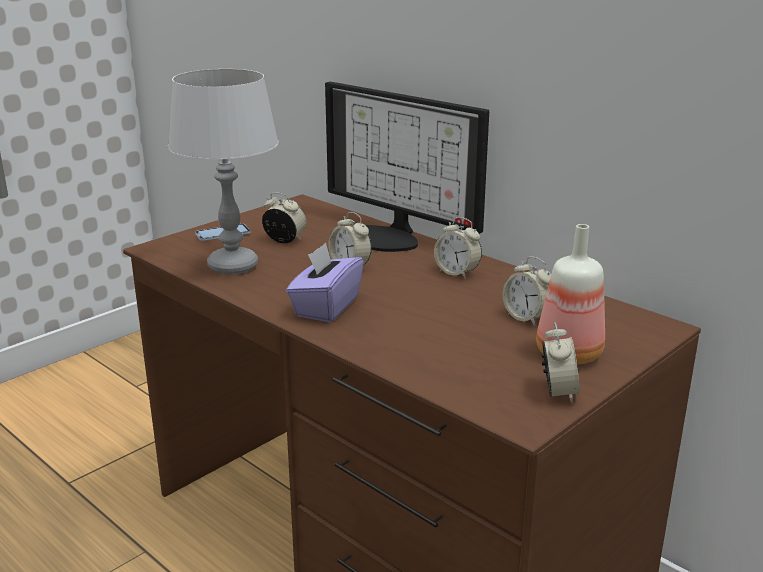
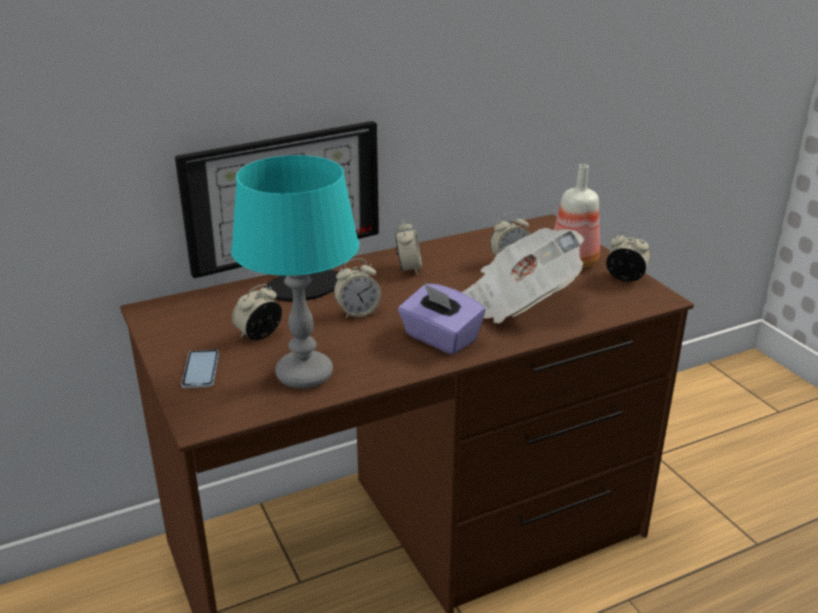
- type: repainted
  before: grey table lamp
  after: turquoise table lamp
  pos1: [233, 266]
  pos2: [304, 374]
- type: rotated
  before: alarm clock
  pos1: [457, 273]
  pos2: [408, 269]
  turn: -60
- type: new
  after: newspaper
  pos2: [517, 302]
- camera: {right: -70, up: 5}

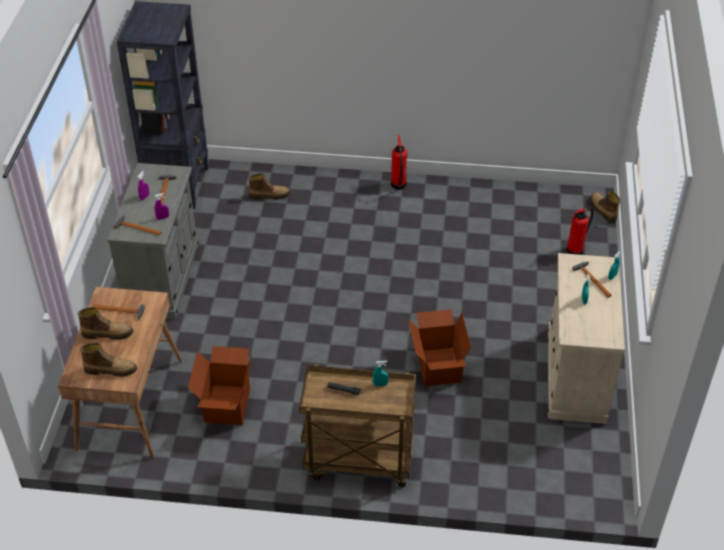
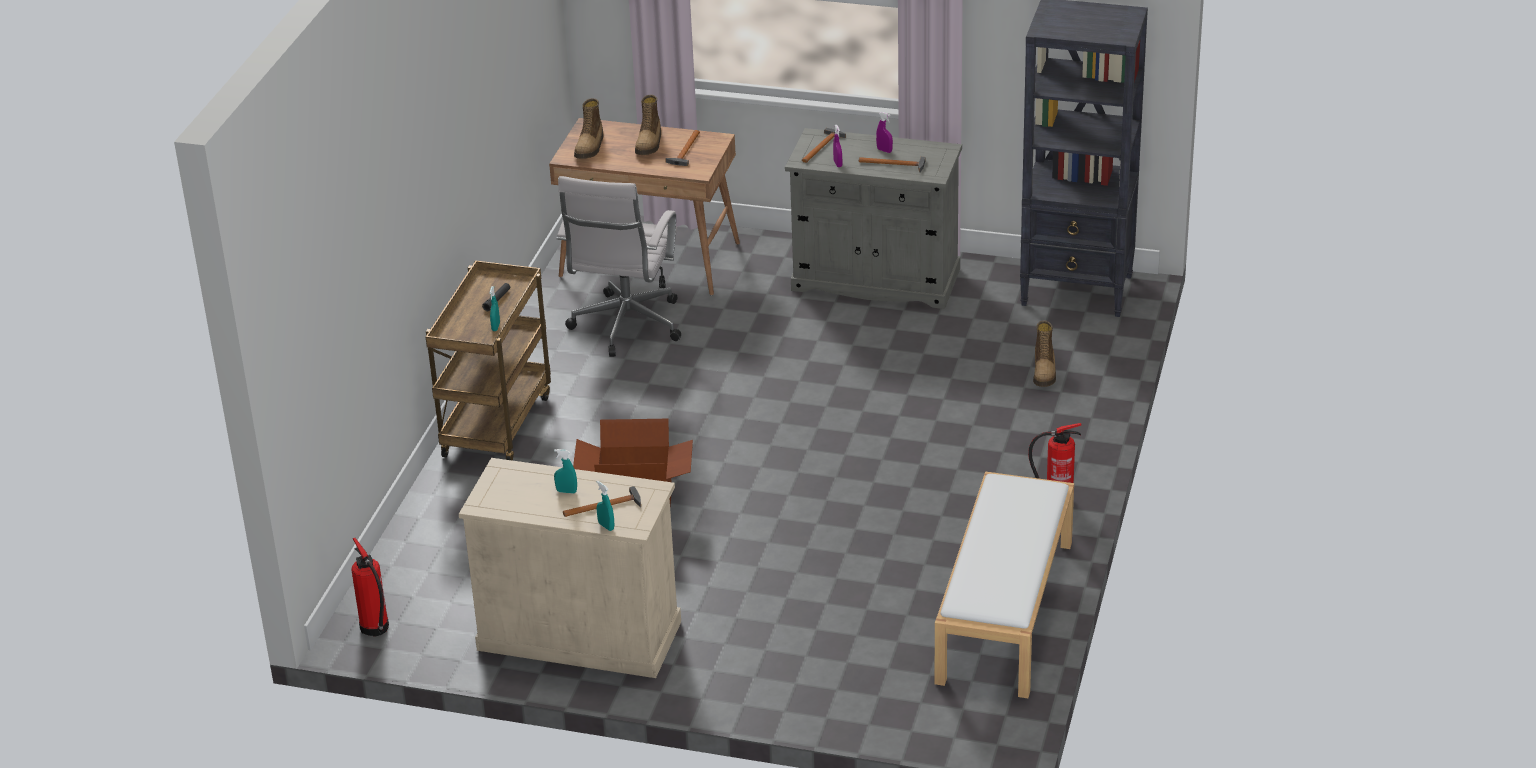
- type: shifted
  before: fire extinguisher
  pos1: [576, 250]
  pos2: [375, 629]
- type: swapped
  before: cardboard box
  after: white office chair
  pos1: [226, 405]
  pos2: [625, 328]
- type: new
  after: white bench
  pos2: [1006, 612]
- type: gone
  before: boot
  pos1: [602, 210]
- camera: {right: 100, up: -10}

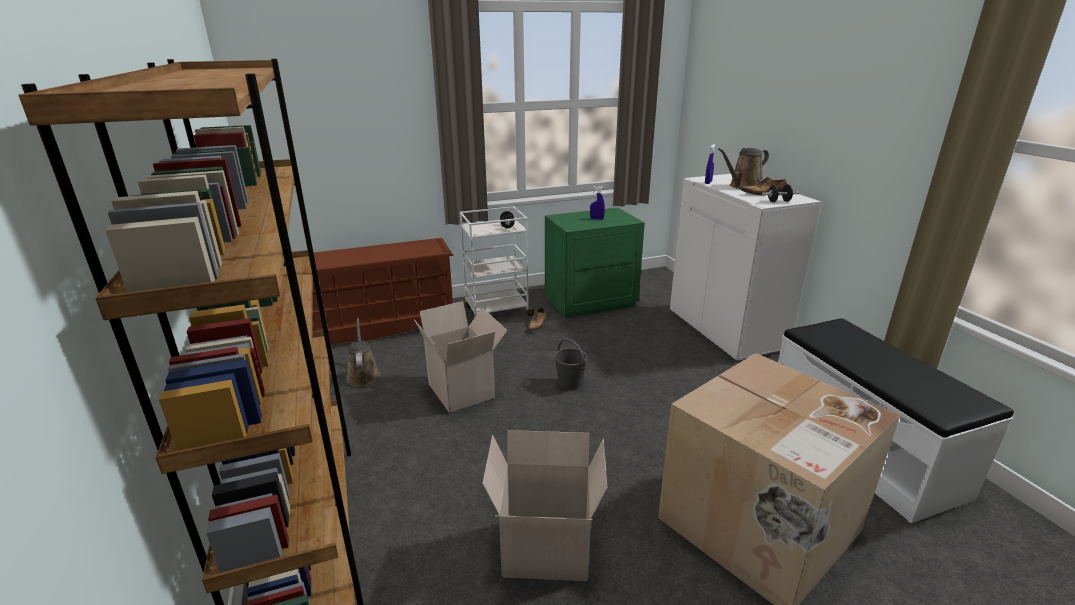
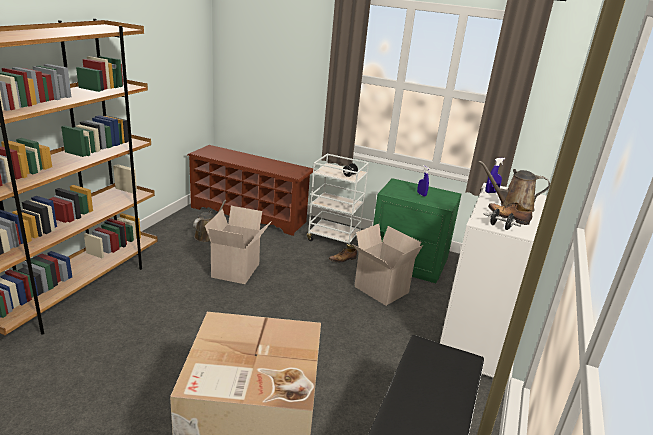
- type: shifted
  before: cardboard box
  pos1: [544, 551]
  pos2: [379, 290]
- type: gone
  before: grey bucket
  pos1: [570, 383]
- camera: {right: 40, up: 0}

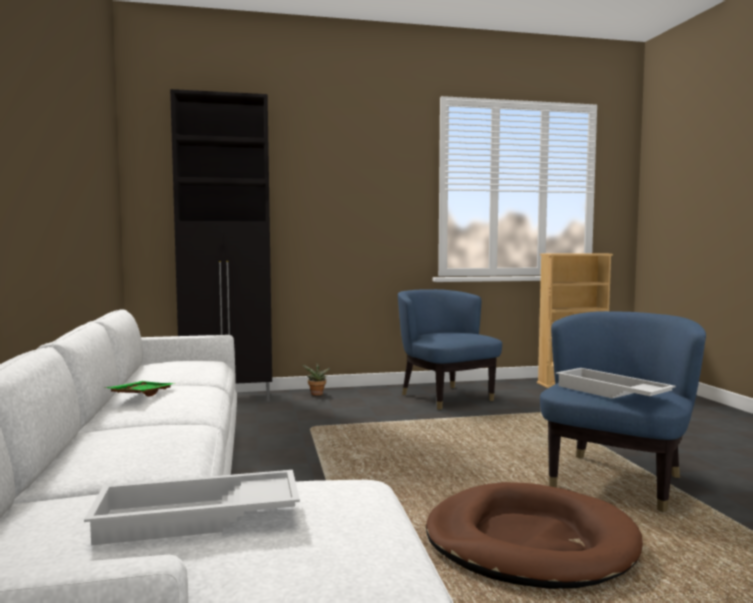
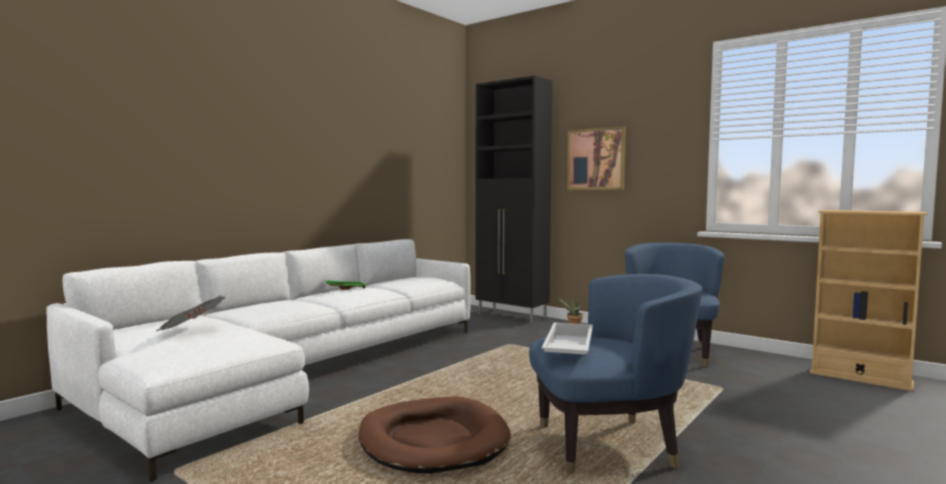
- type: swapped
  before: white tray
  after: newspaper
  pos1: [197, 519]
  pos2: [192, 330]
- type: new
  after: picture
  pos2: [596, 159]
- camera: {right: 50, up: 0}

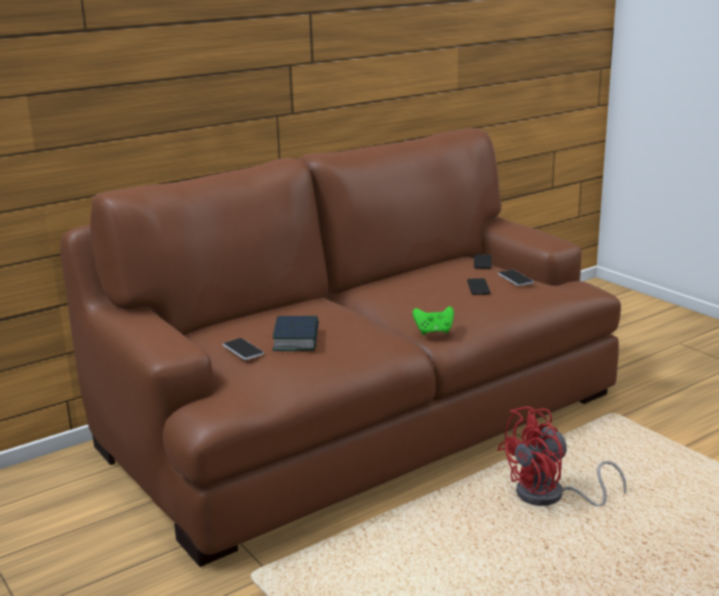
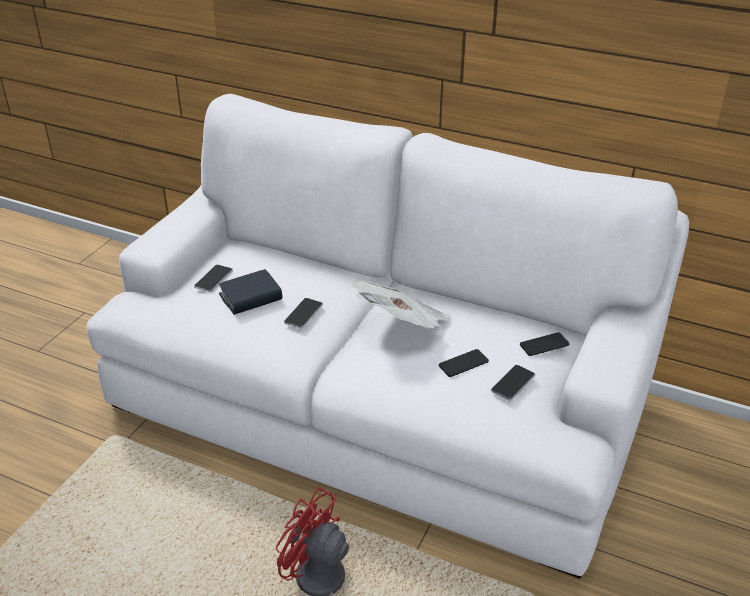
- type: repainted
  before: brown sofa
  after: white sofa
  pos1: [362, 420]
  pos2: [376, 405]
- type: new
  after: phone
  pos2: [303, 314]
- type: new
  after: newspaper
  pos2: [403, 325]
- type: gone
  before: green game controller
  pos1: [434, 332]
- camera: {right: 60, up: 15}

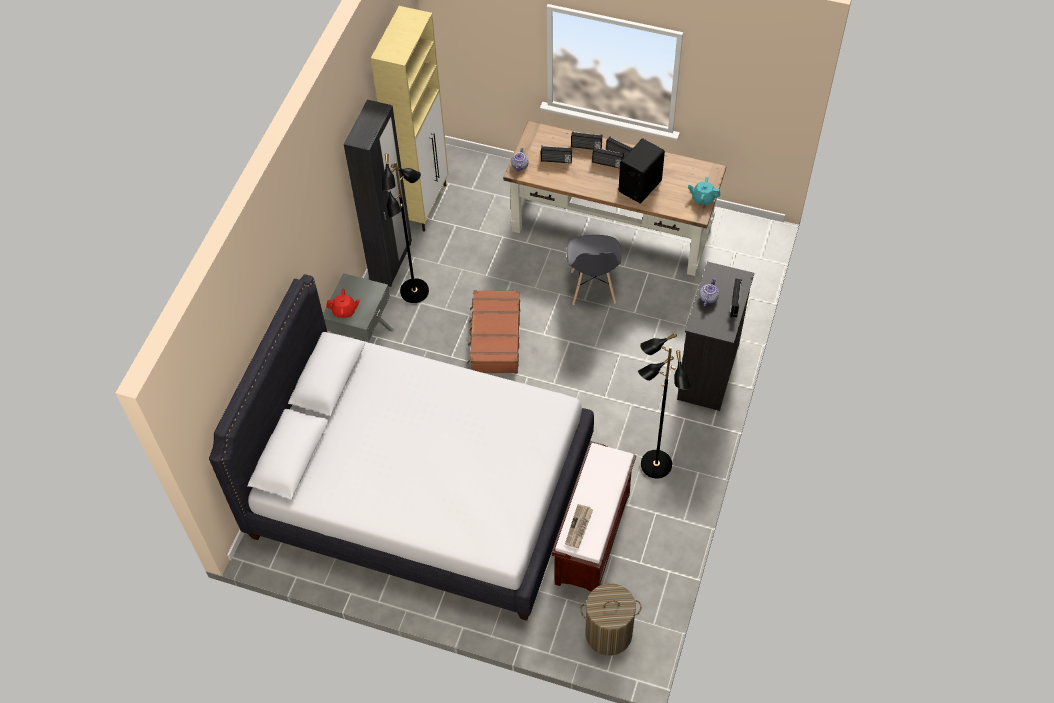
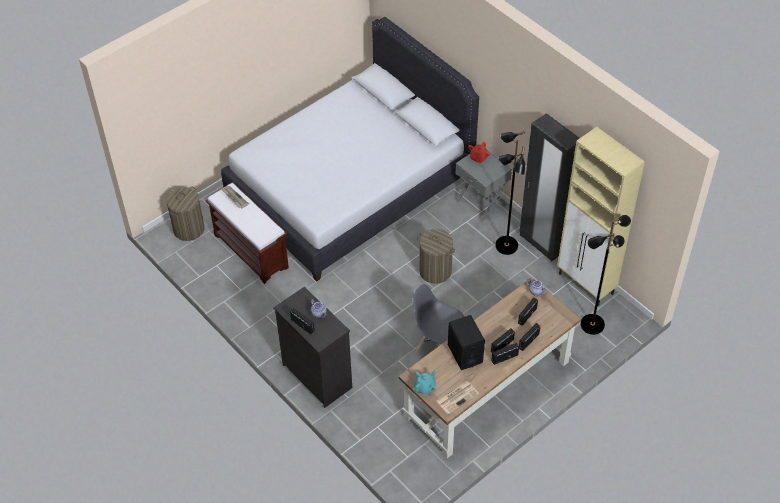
- type: swapped
  before: brown suitcase
  after: laundry basket
  pos1: [495, 338]
  pos2: [435, 271]
- type: new
  after: newspaper
  pos2: [457, 397]
- type: shifted
  before: black floor lamp
  pos1: [655, 465]
  pos2: [592, 324]
- camera: {right: 120, up: -5}

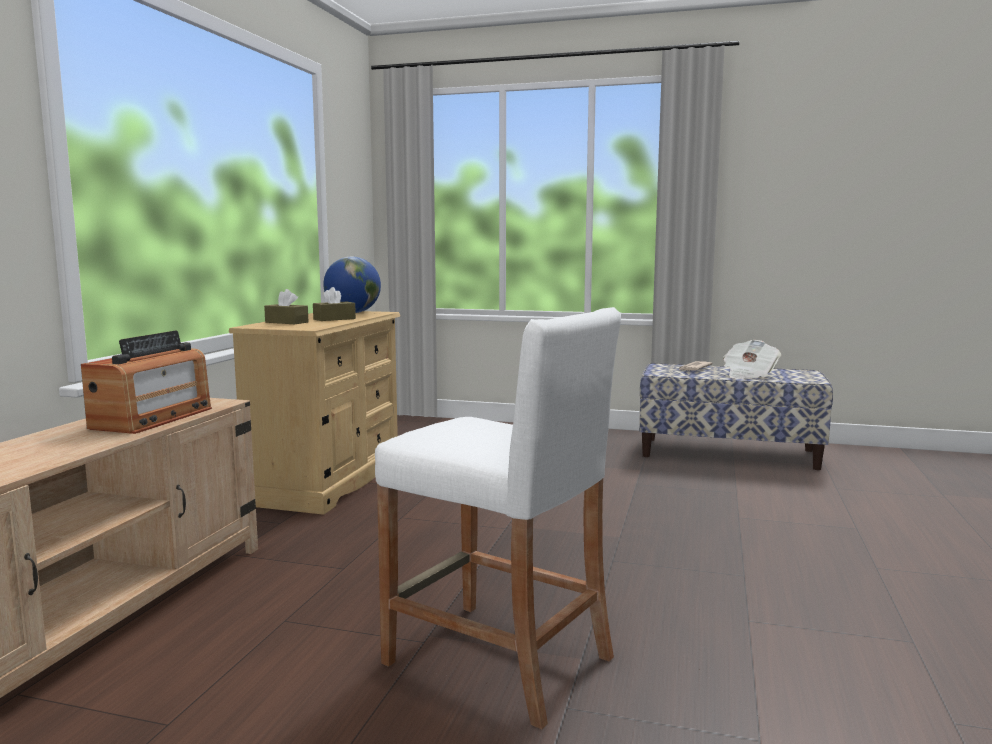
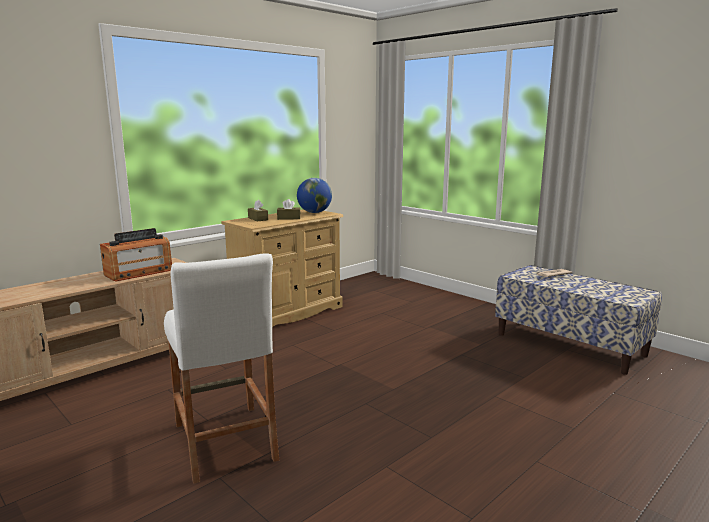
- type: gone
  before: newspaper
  pos1: [748, 375]
- camera: {right: 30, up: 5}

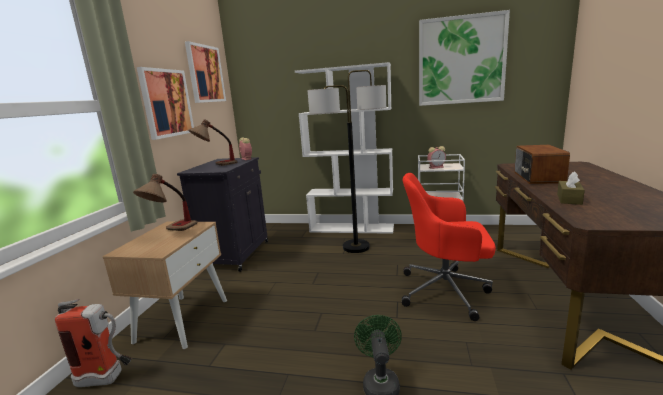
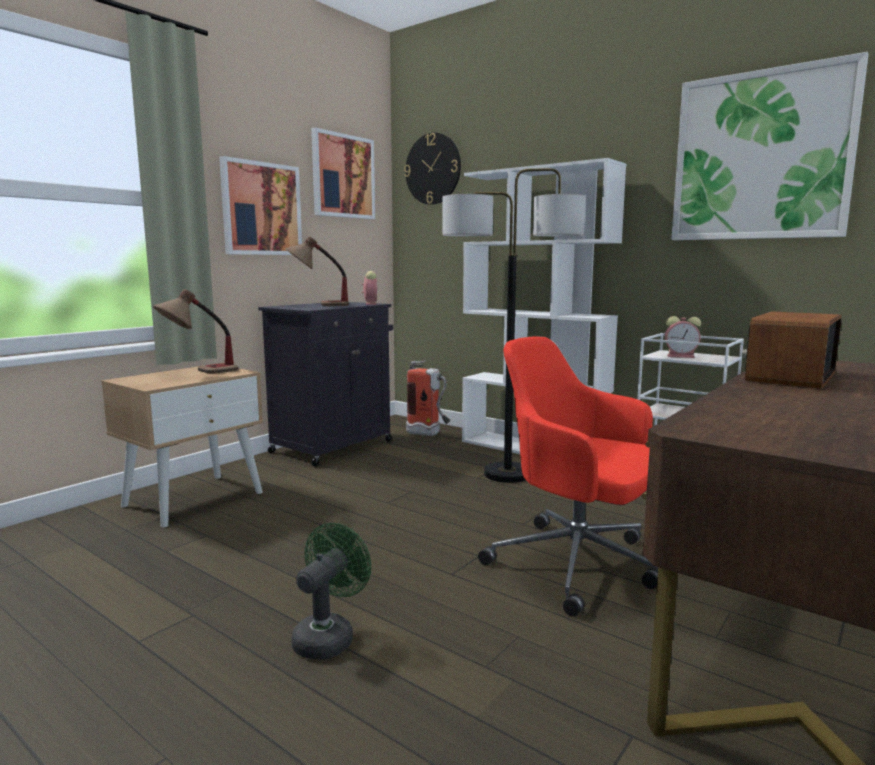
- type: new
  after: wall clock
  pos2: [433, 169]
- type: shifted
  before: fire extinguisher
  pos1: [107, 379]
  pos2: [429, 434]
- type: gone
  before: brown tissue box
  pos1: [569, 199]
- camera: {right: 25, up: -5}

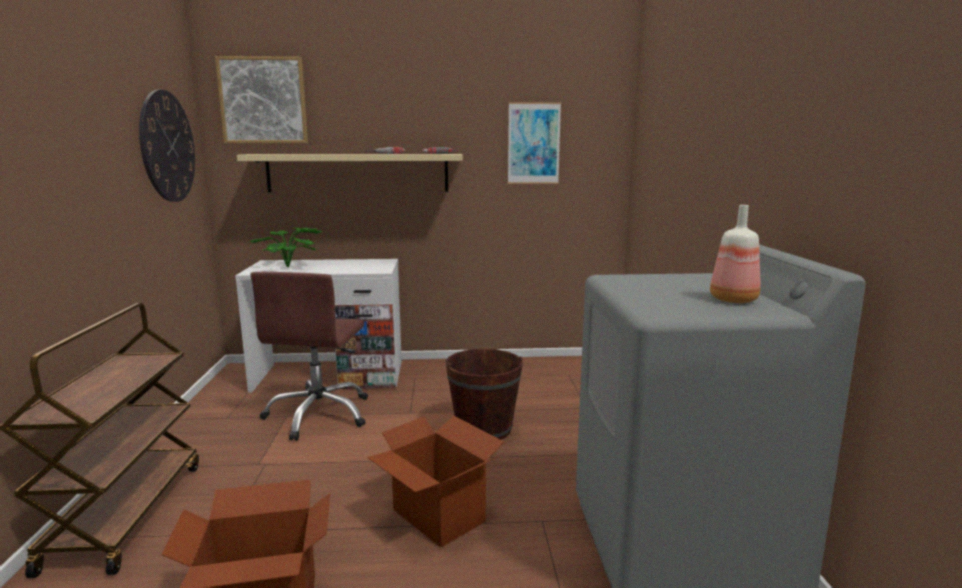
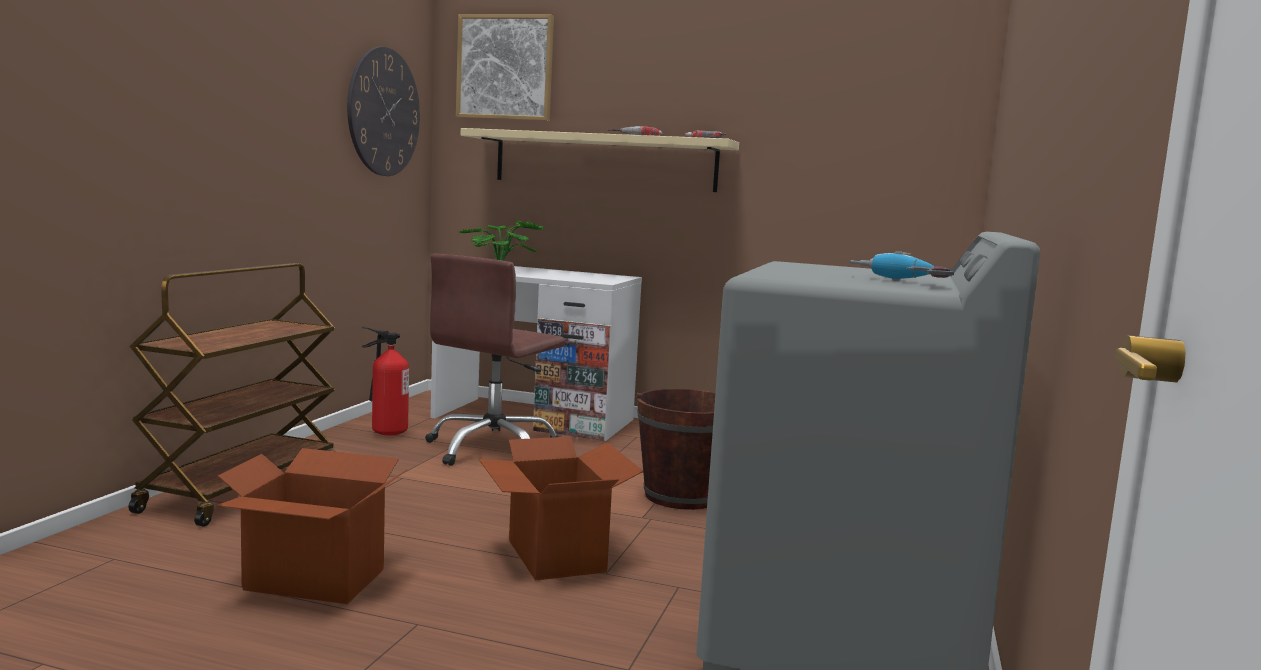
- type: new
  after: fire extinguisher
  pos2: [385, 433]
- type: swapped
  before: bottle
  after: power drill
  pos1: [734, 300]
  pos2: [899, 282]
- type: gone
  before: picture
  pos1: [533, 143]
- camera: {right: 20, up: -5}

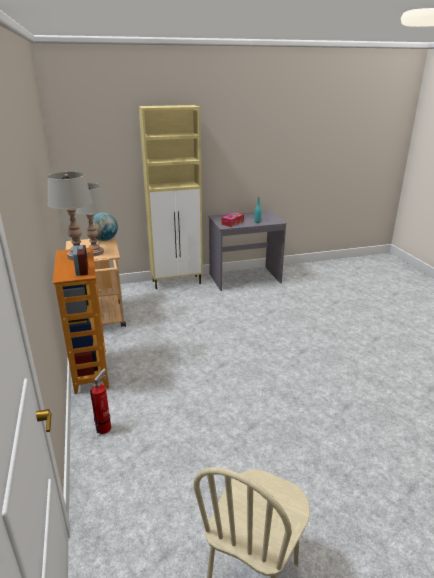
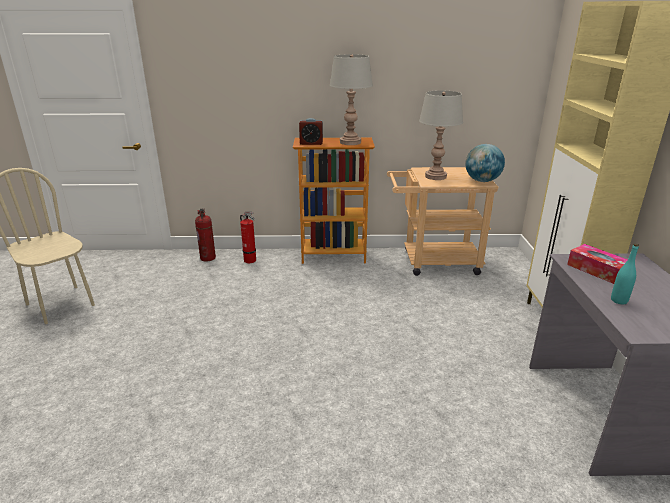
- type: new
  after: fire extinguisher
  pos2: [208, 258]
- camera: {right: 105, up: 0}

